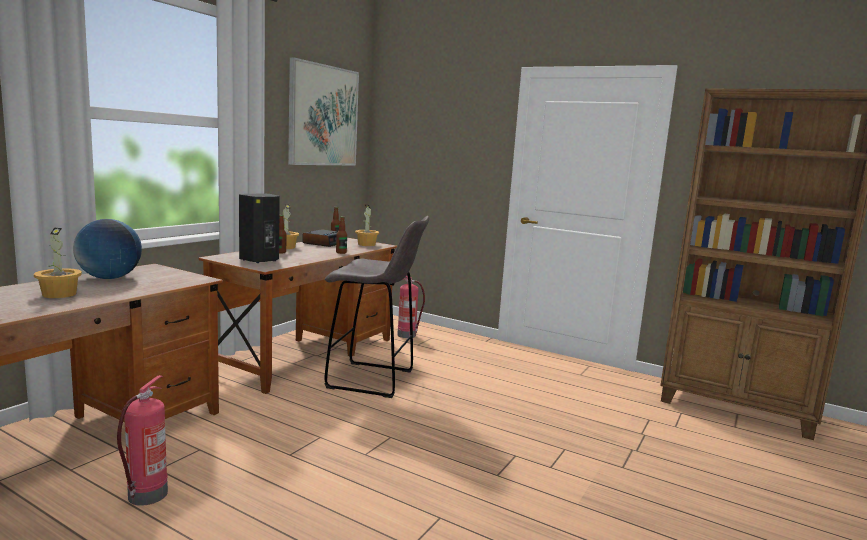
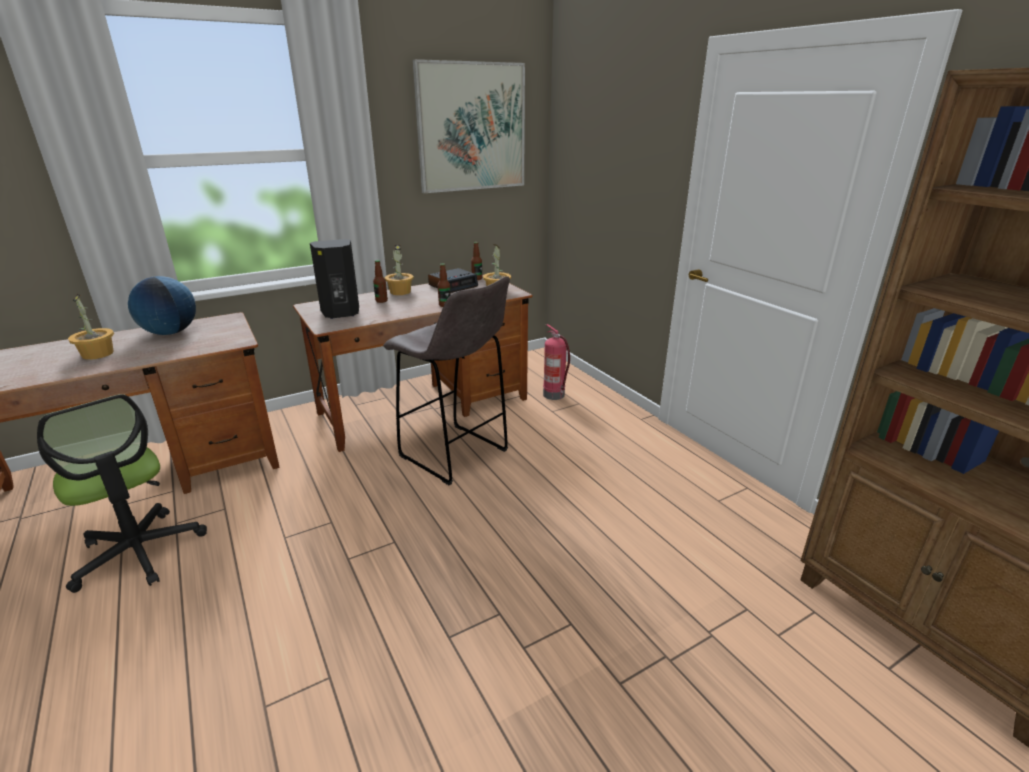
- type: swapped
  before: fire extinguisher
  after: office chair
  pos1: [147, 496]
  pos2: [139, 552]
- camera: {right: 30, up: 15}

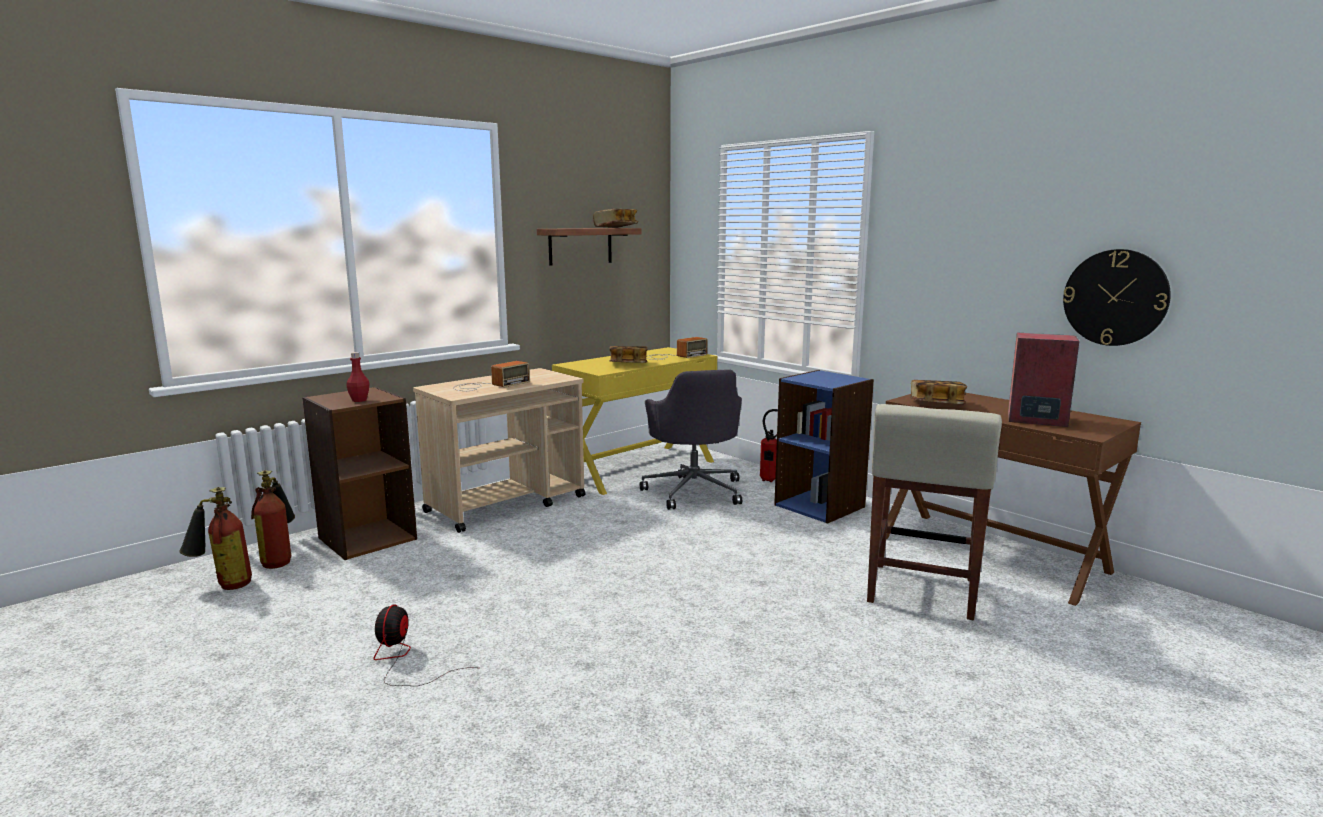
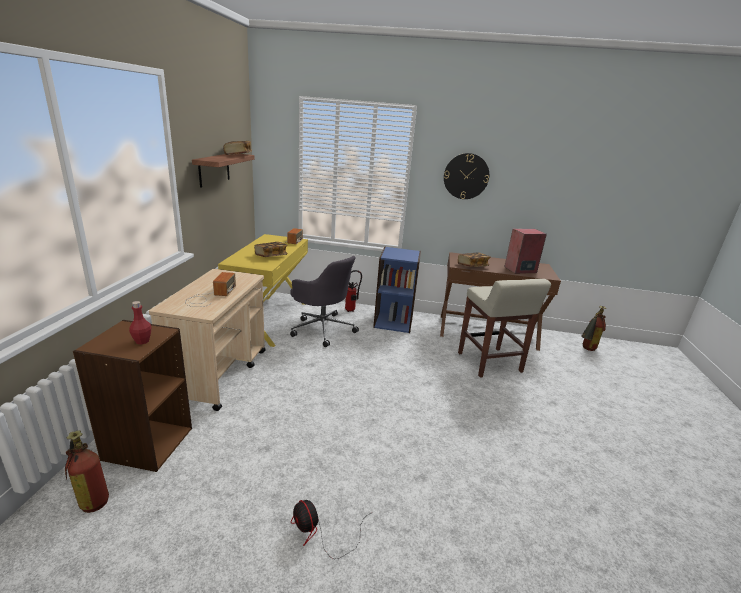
- type: shifted
  before: wall clock
  pos1: [1115, 297]
  pos2: [466, 176]
- type: shifted
  before: fire extinguisher
  pos1: [223, 585]
  pos2: [586, 349]
- camera: {right: -40, up: 10}

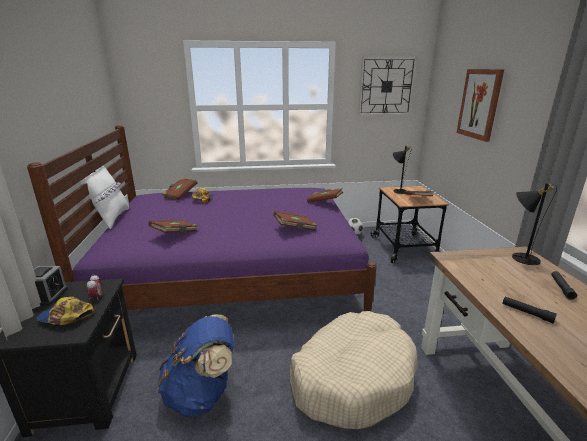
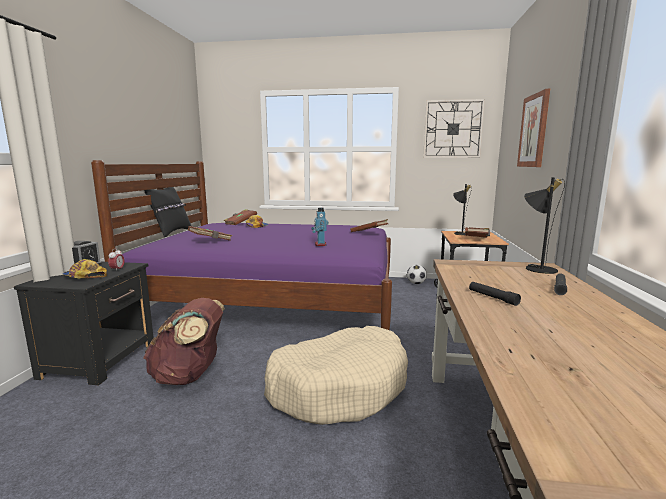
- type: repainted
  before: blue backpack
  after: brown backpack
  pos1: [202, 393]
  pos2: [189, 376]
- type: repainted
  before: white pillow
  after: black pillow
  pos1: [111, 218]
  pos2: [171, 233]
- type: swapped
  before: brown book
  after: toy robot
  pos1: [295, 228]
  pos2: [320, 244]
- camera: {right: 15, up: -10}

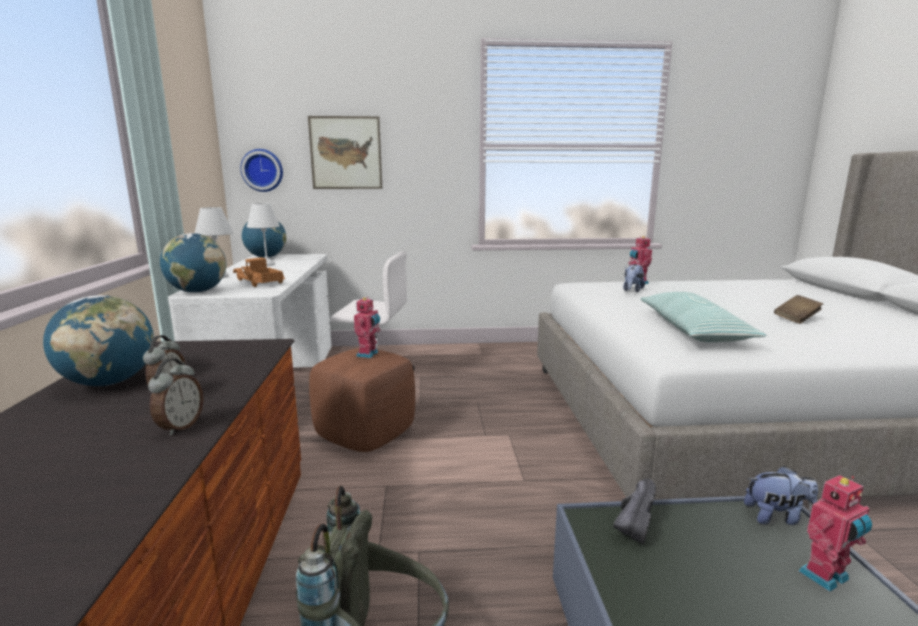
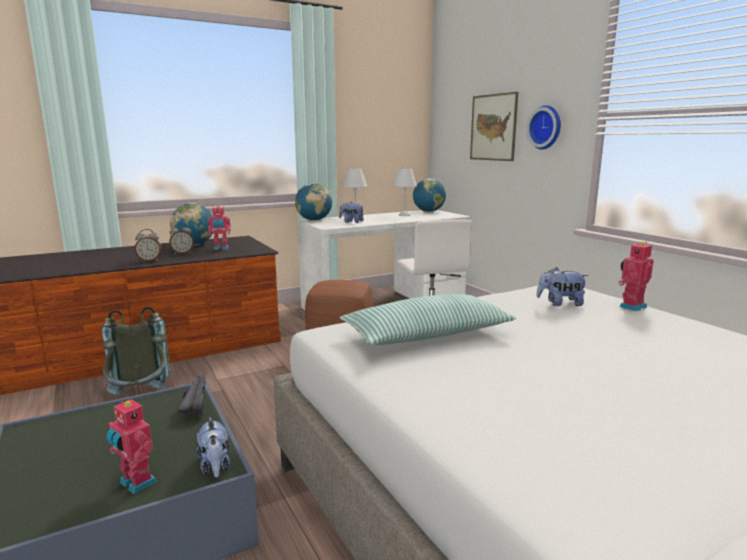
- type: rotated
  before: black shoe
  pos1: [632, 519]
  pos2: [193, 405]
  turn: -105
- type: shifted
  before: toy robot
  pos1: [368, 354]
  pos2: [221, 248]
- type: swapped
  before: toy truck
  after: plush toy
  pos1: [259, 282]
  pos2: [351, 222]
- type: shifted
  before: wall clock
  pos1: [263, 170]
  pos2: [546, 127]
- type: gone
  before: brown book
  pos1: [796, 318]
- camera: {right: 65, up: 0}

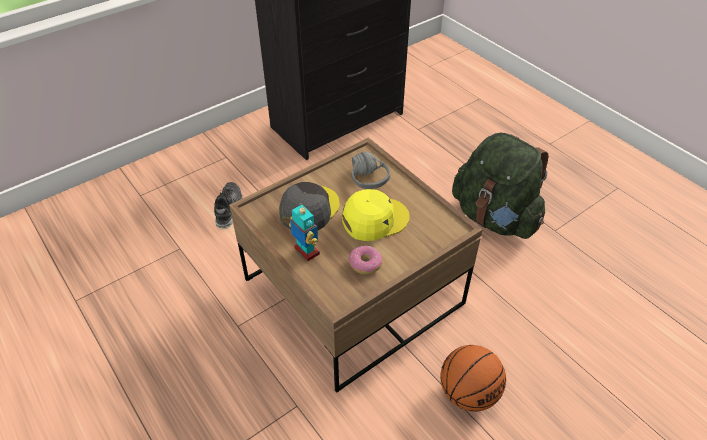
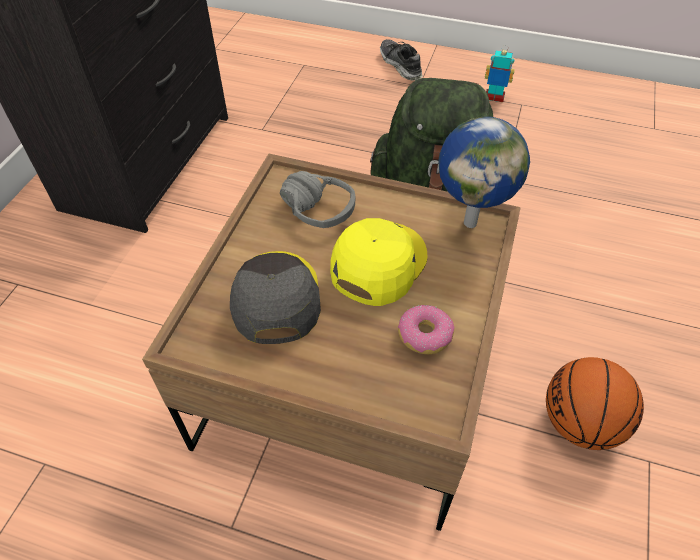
- type: shifted
  before: shoe
  pos1: [228, 209]
  pos2: [400, 65]
- type: new
  after: globe
  pos2: [471, 222]
- type: shifted
  before: toy robot
  pos1: [306, 251]
  pos2: [494, 97]
- camera: {right: -35, up: 5}

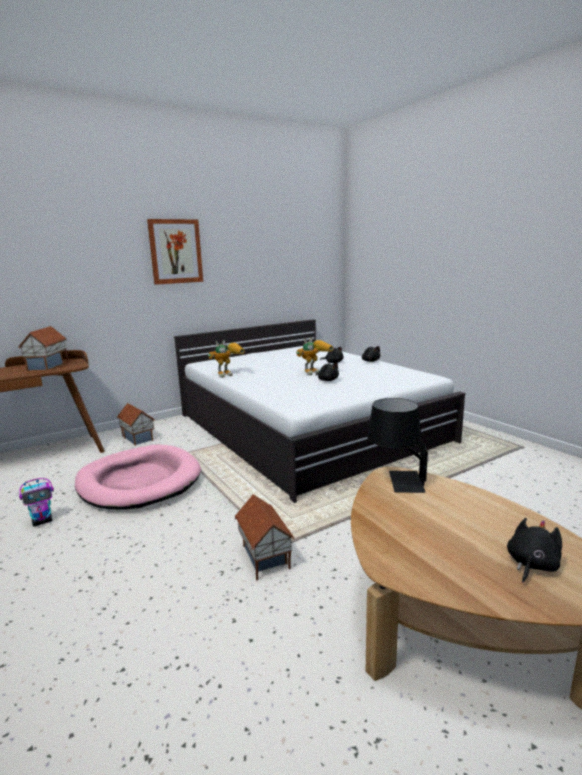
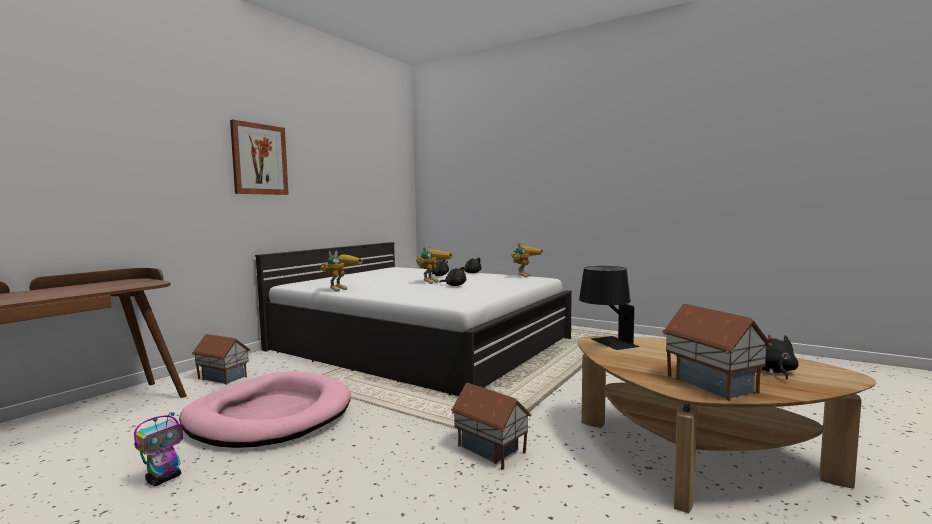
- type: new
  after: toy robot
  pos2: [523, 275]
- type: shifted
  before: toy house
  pos1: [48, 366]
  pos2: [712, 383]
- camera: {right: -25, up: -10}

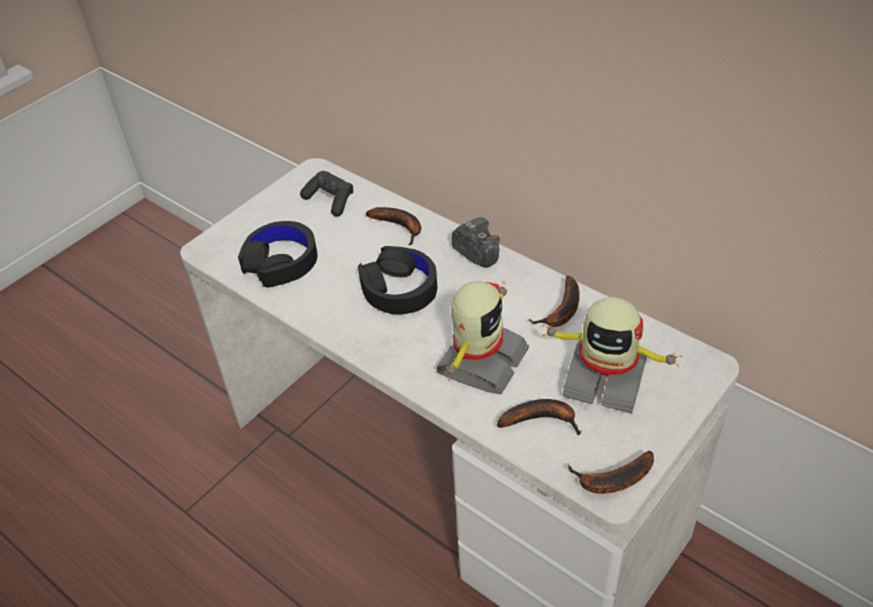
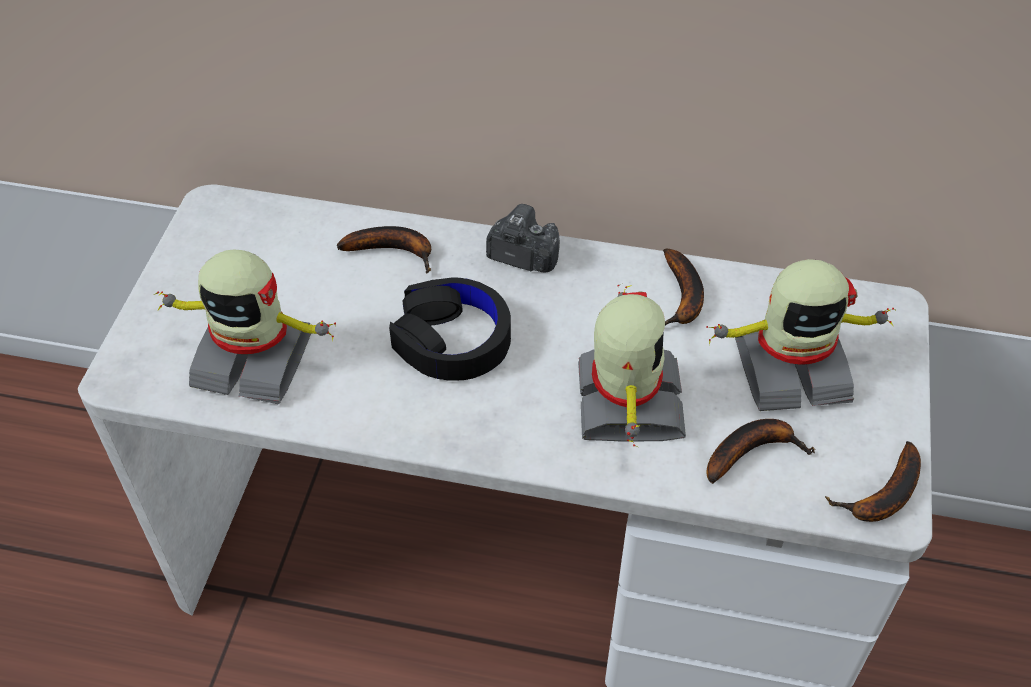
- type: swapped
  before: black headphones
  after: toy robot
  pos1: [281, 262]
  pos2: [254, 358]
- type: gone
  before: black game controller
  pos1: [330, 200]
- camera: {right: -30, up: 5}

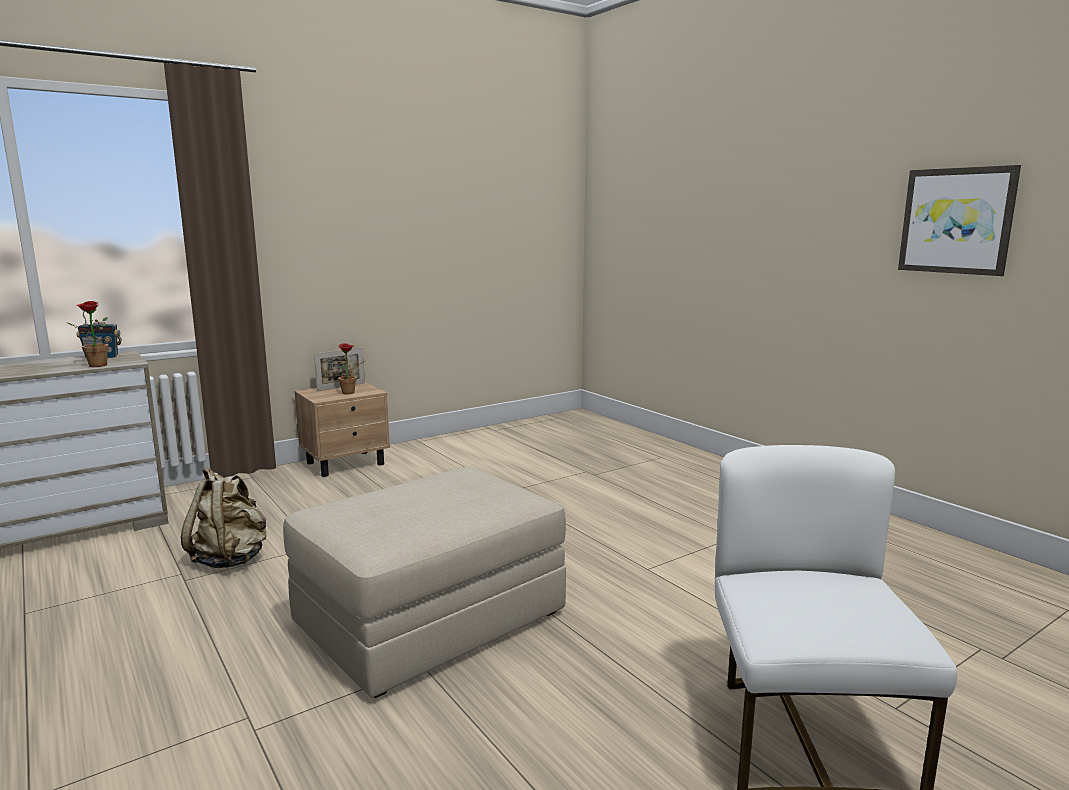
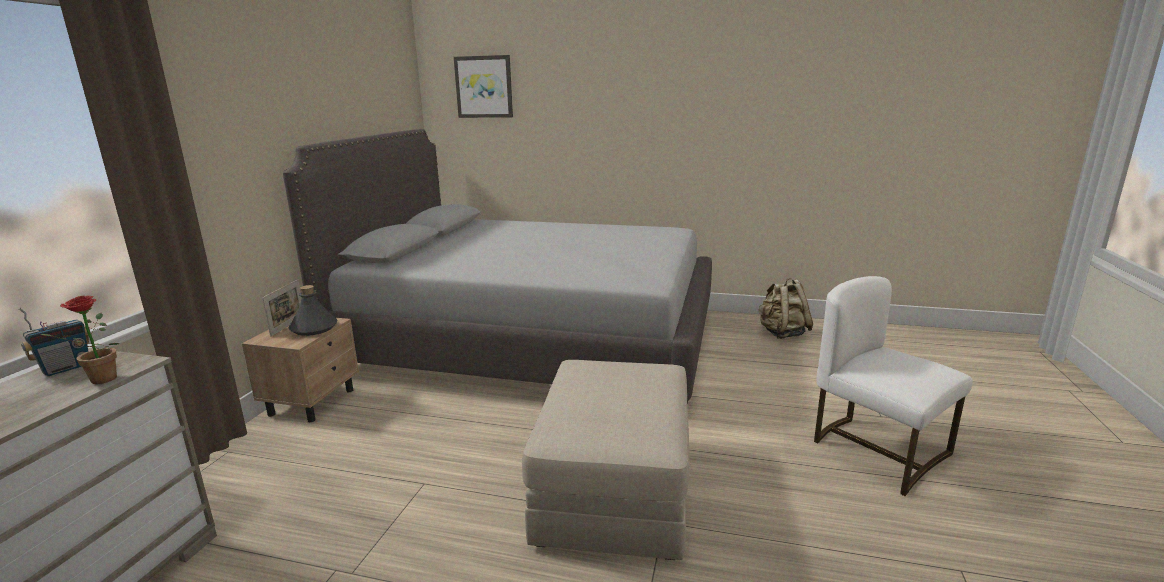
- type: new
  after: grey bed
  pos2: [534, 342]
- type: swapped
  before: potted plant
  after: grey bottle
  pos1: [351, 392]
  pos2: [314, 328]
- type: shifted
  before: picture
  pos1: [956, 221]
  pos2: [484, 87]
- type: shifted
  before: beige backpack
  pos1: [231, 559]
  pos2: [782, 333]
- camera: {right: -40, up: 5}

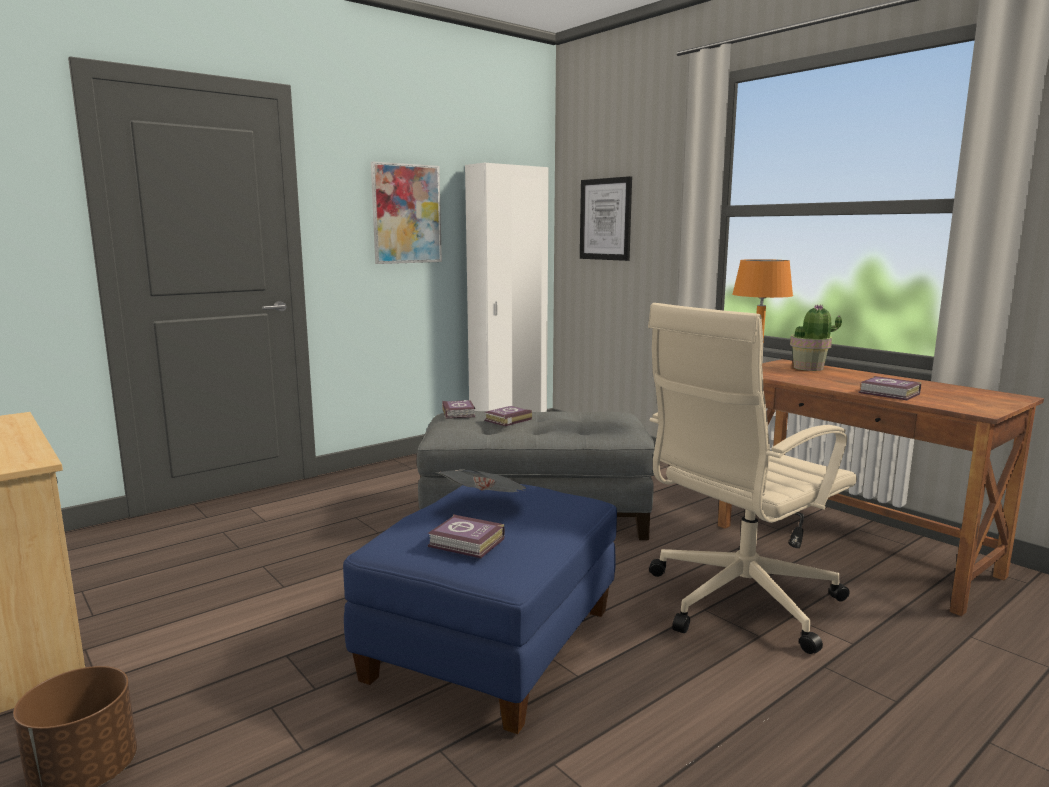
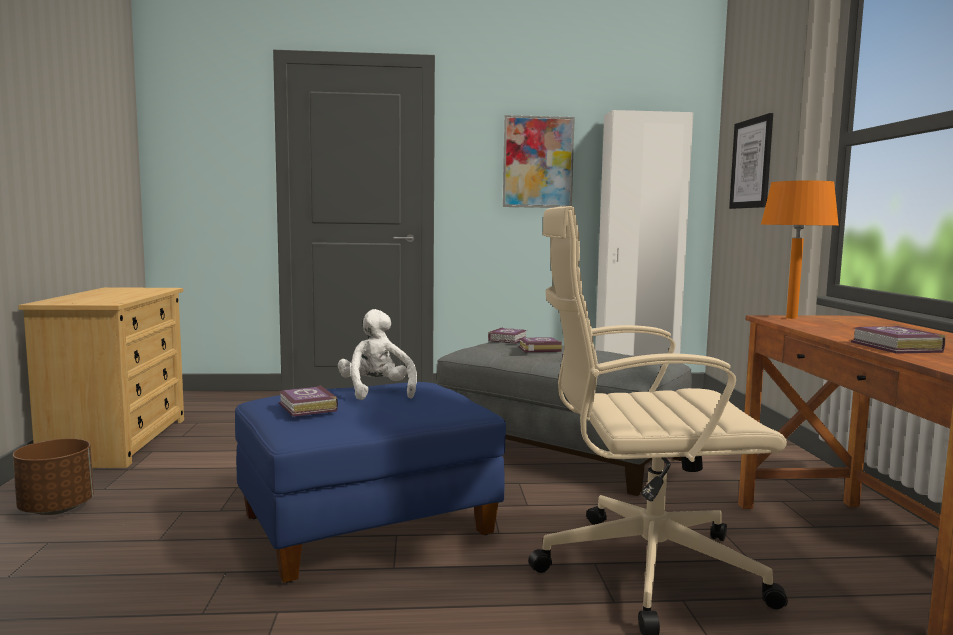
- type: swapped
  before: newspaper
  after: white plush toy
  pos1: [485, 505]
  pos2: [376, 392]
- type: gone
  before: potted plant
  pos1: [809, 368]
- camera: {right: 35, up: -5}

